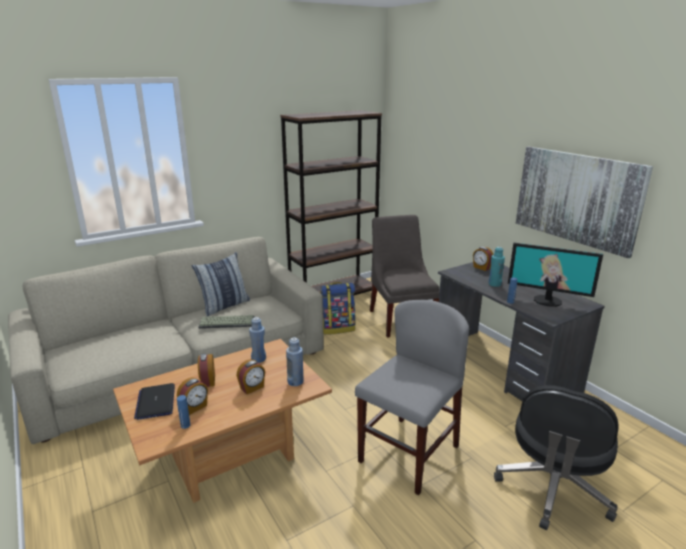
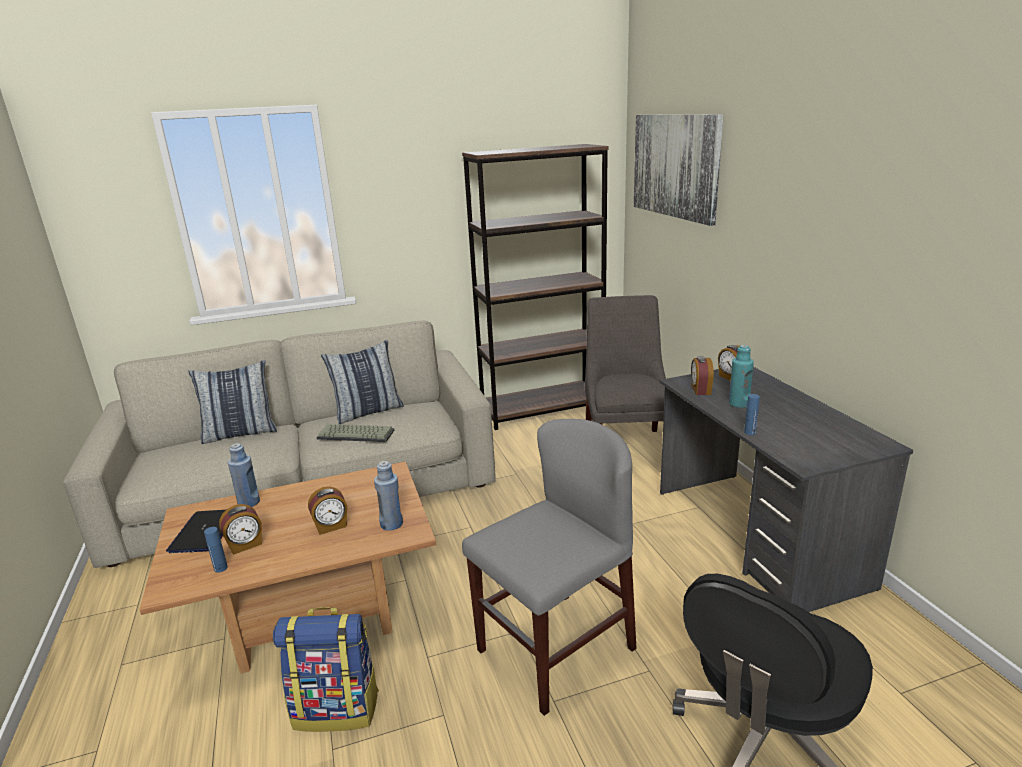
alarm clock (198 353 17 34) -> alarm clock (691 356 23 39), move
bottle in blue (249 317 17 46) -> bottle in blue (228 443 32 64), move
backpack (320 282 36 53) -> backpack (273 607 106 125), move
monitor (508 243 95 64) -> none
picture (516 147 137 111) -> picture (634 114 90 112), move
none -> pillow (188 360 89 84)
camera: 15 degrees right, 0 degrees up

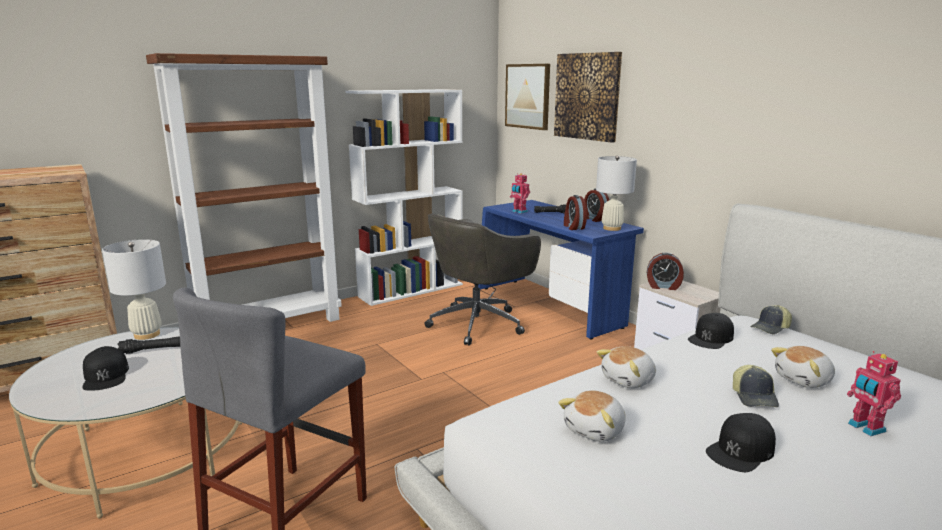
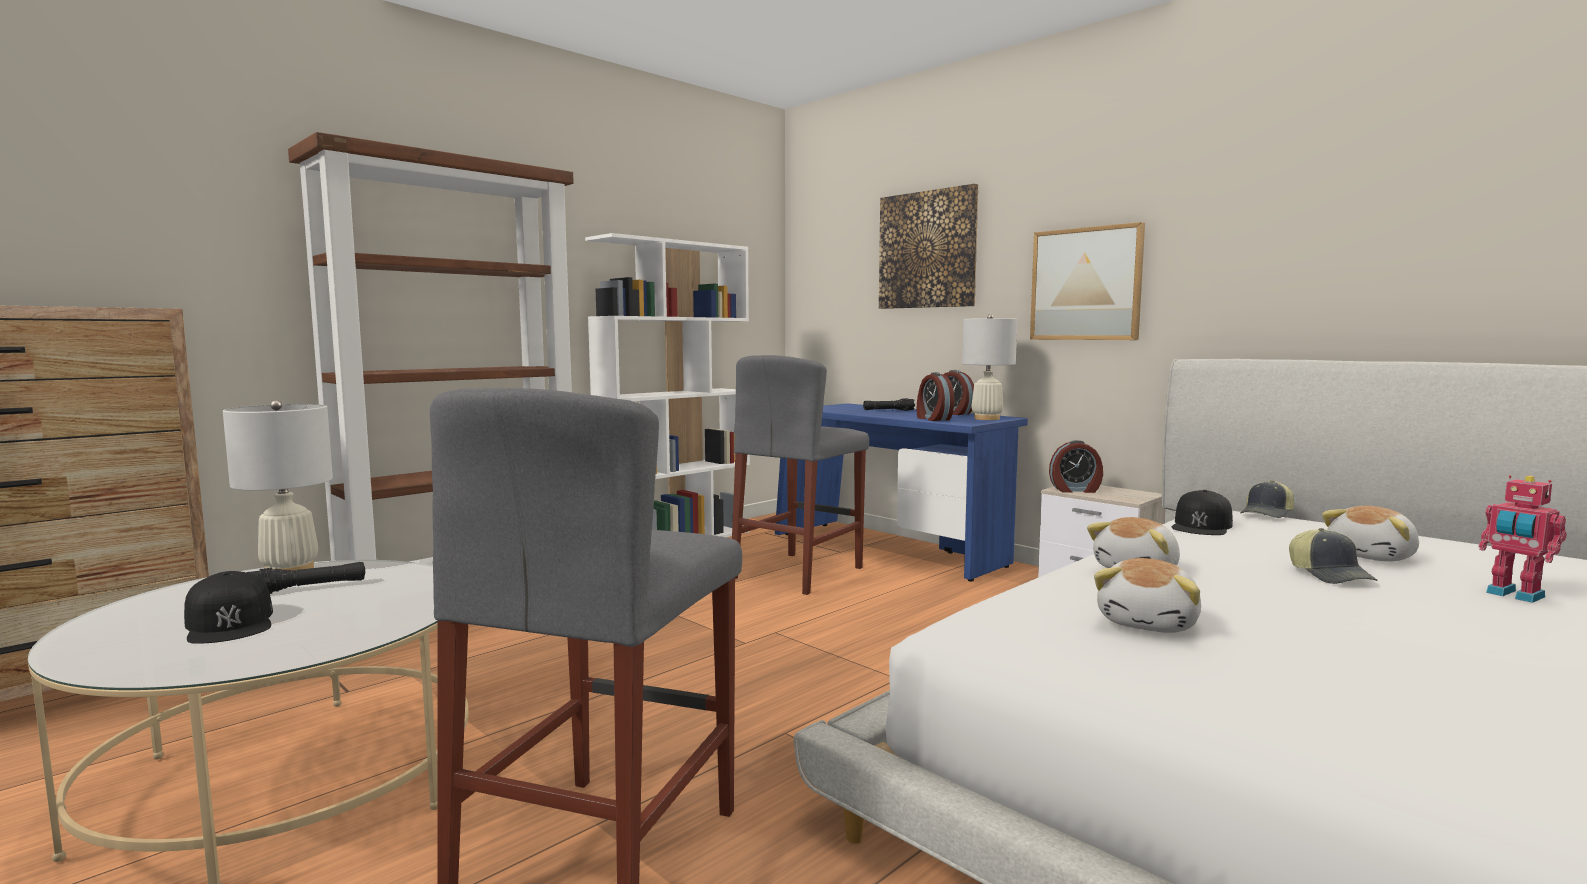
office chair in grey (425 213 116 133) -> stool in grey (732 355 137 240)
picture (505 64 45 66) -> picture (1030 222 115 118), move
toy robot (510 173 20 41) -> none
cap in black (706 413 70 59) -> none
camera: 10 degrees left, 10 degrees down

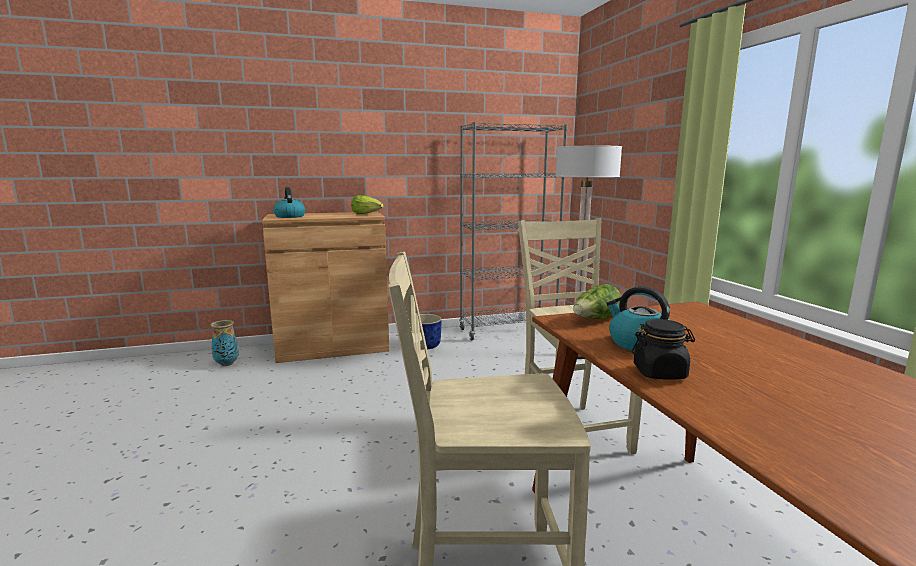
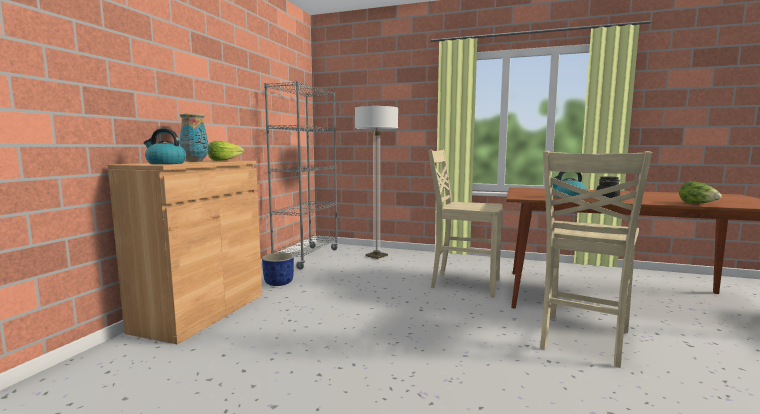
vase (210 320 29 46) -> vase (180 114 29 48), move
lettuce (573 284 49 35) -> lettuce (679 181 43 23), move
camera: 55 degrees left, 5 degrees down

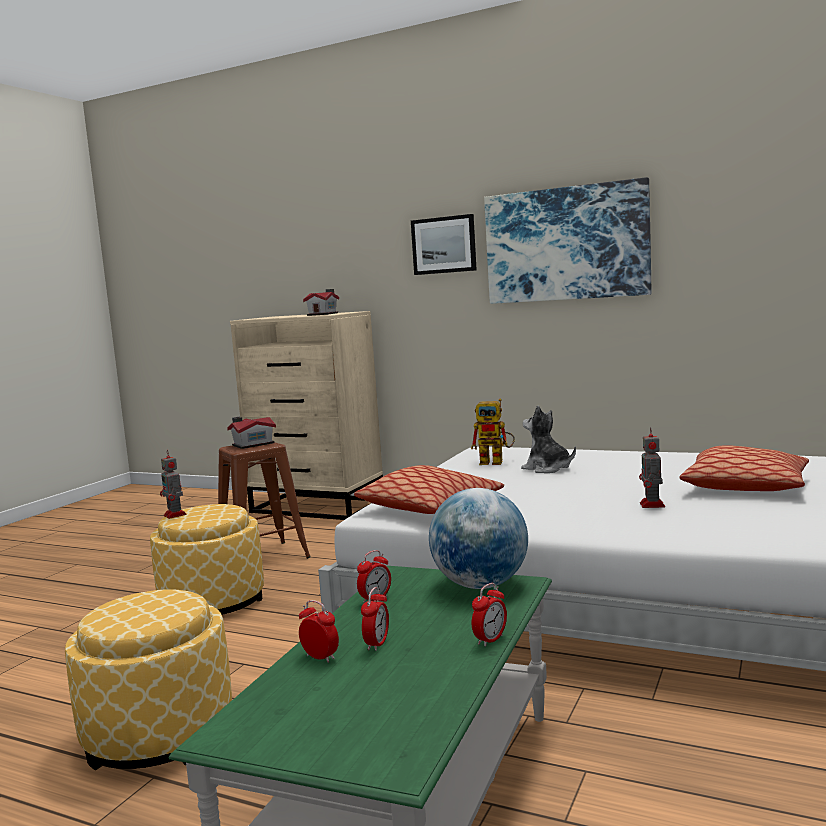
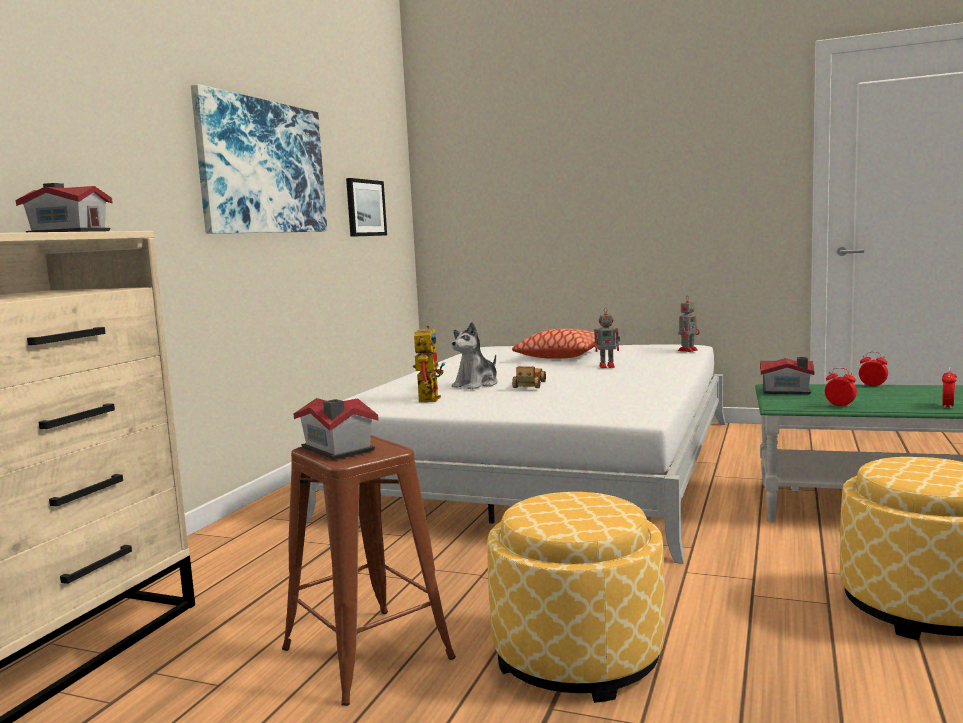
toy robot (160 450 27 69) -> toy robot (678 297 22 55), move
pillow (354 465 150 49) -> none
alarm clock (361 587 28 64) -> none
picture (411 214 66 61) -> picture (346 178 41 59), move
globe (429 488 99 101) -> toy house (760 357 54 37)
none -> toy car (512 366 34 22)
camera: 95 degrees left, 0 degrees up

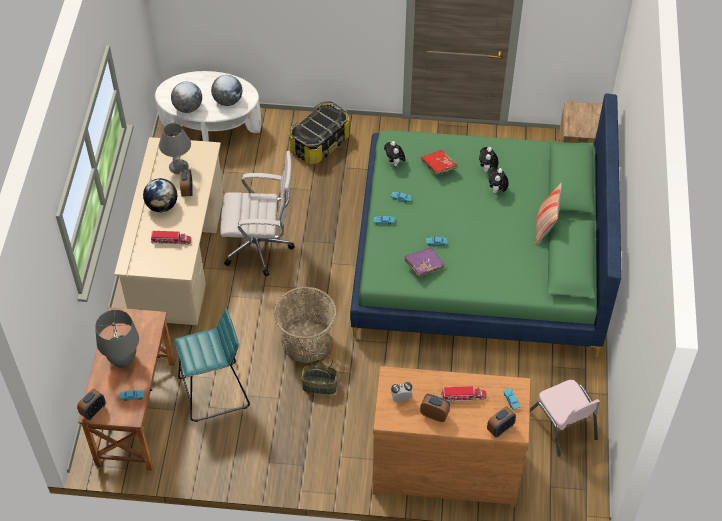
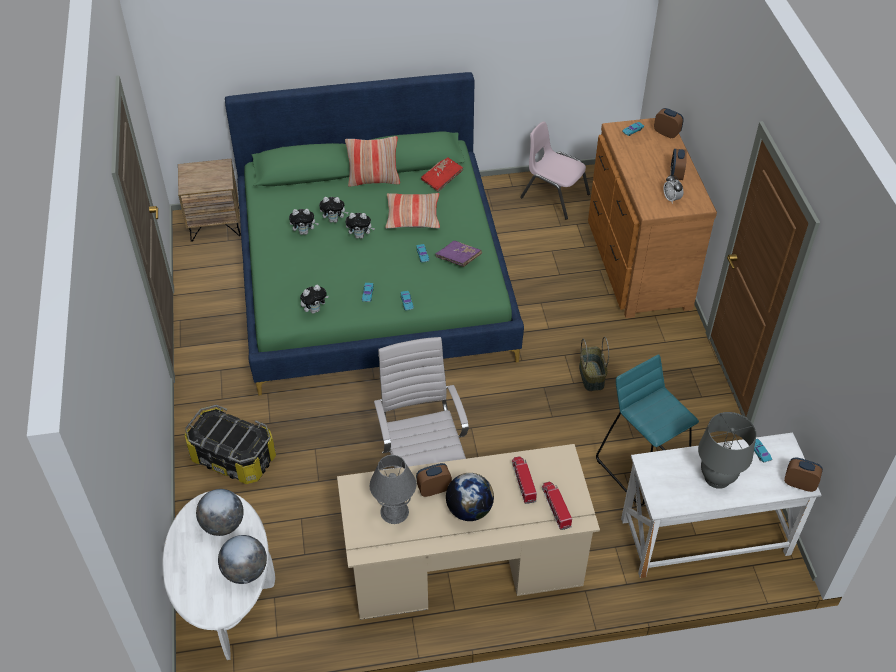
desk in brown (78 307 97 163) -> desk in white (621 432 200 146)
basket (274 287 63 76) -> none
book in red (421 150 37 25) -> book in red (421 157 42 35), move
toy truck (441 386 46 15) -> toy truck (542 482 30 48), move
chair in pink (530 380 70 76) -> chair in pink (520 122 70 98), 105 degrees counterclockwise
none -> plush toy (346 213 29 26)
none -> pillow (385 193 55 36)
camera: 105 degrees left, 5 degrees down

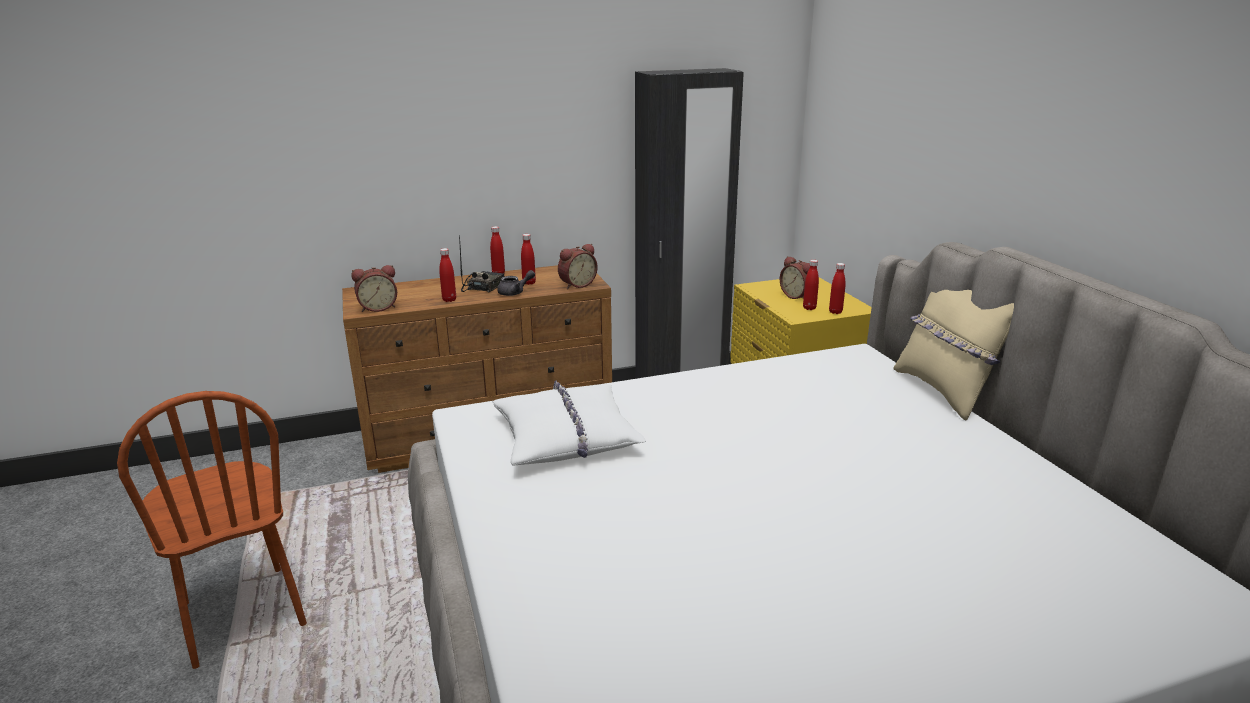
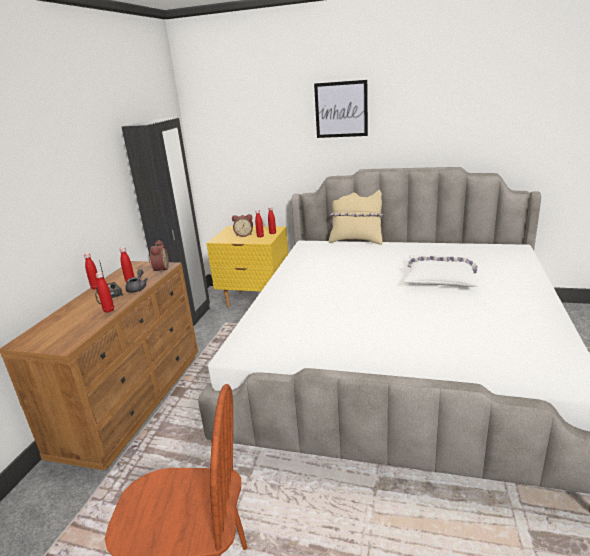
alarm clock (351 265 46 47) -> none
pillow in white (492 380 154 86) -> pillow in white (403 254 75 33), move
none -> picture (314 80 54 58)
camera: 55 degrees left, 0 degrees up

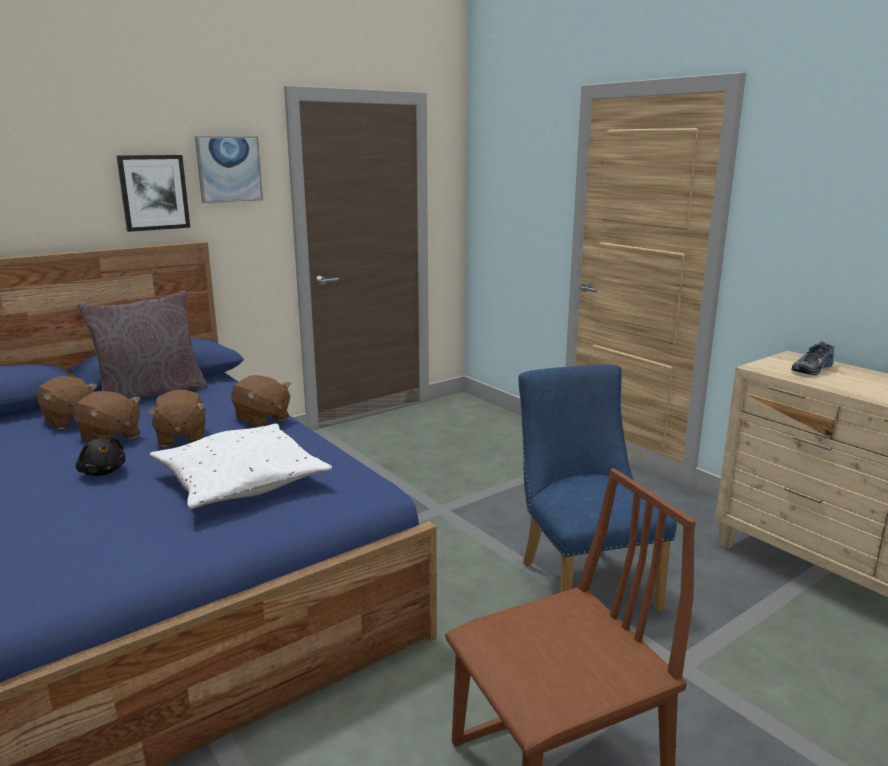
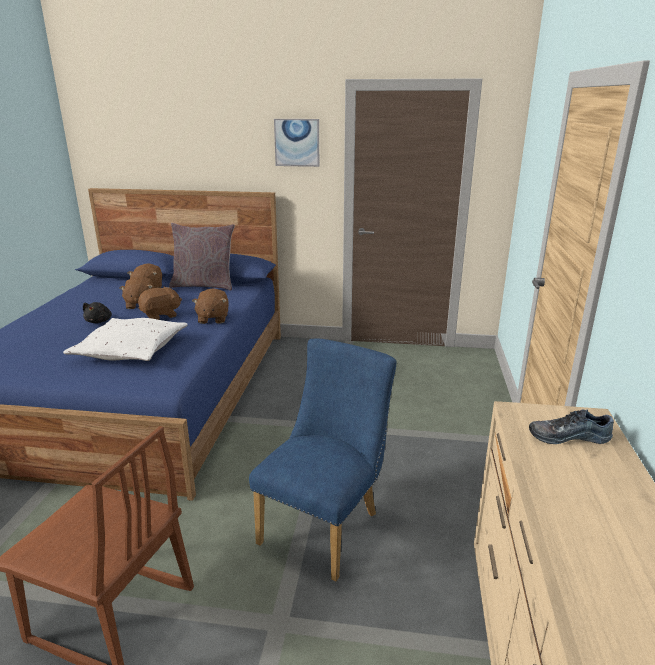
picture (117 155 73 77) -> none
plush toy in brown (147 390 59 57) -> plush toy in brown (138 286 44 34), 150 degrees counterclockwise
camera: 45 degrees right, 5 degrees up

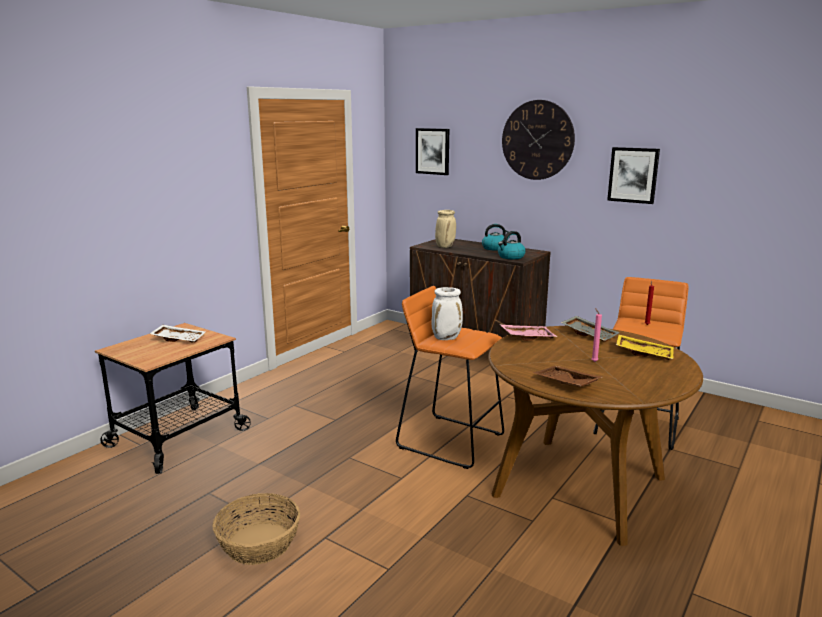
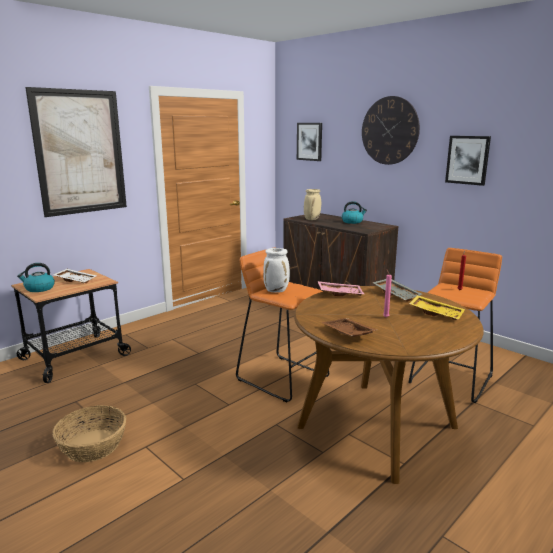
kettle (498 231 28 28) -> kettle (17 263 38 29), move
none -> picture (25 87 102 130)
camera: 10 degrees right, 0 degrees up

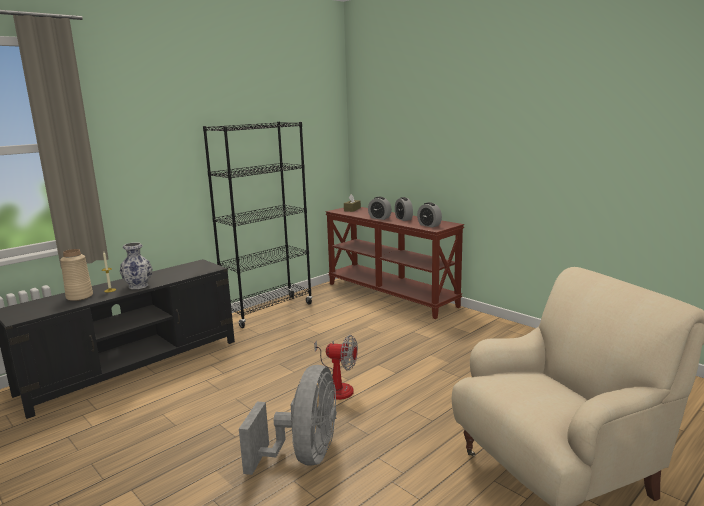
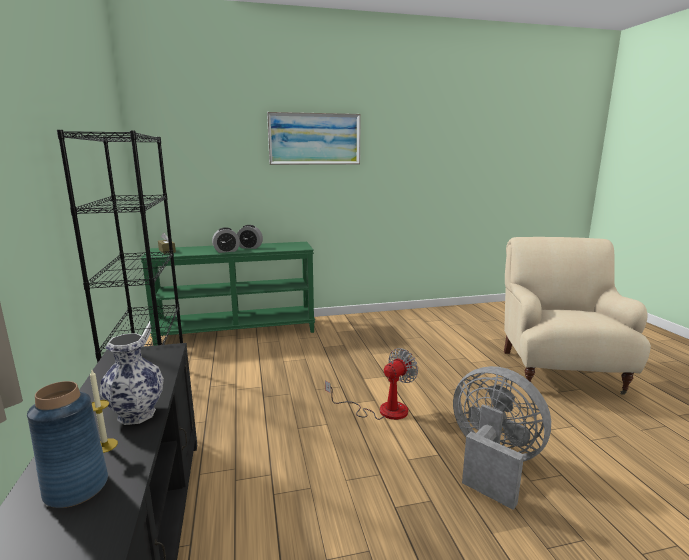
vase in beige (60 249 33 52) -> vase in blue (27 381 81 127)
console table in brown (325 207 139 112) -> console table in green (140 242 175 104)
alarm clock (417 202 25 26) -> none
none -> picture (267 112 94 53)
camera: 60 degrees left, 0 degrees up

